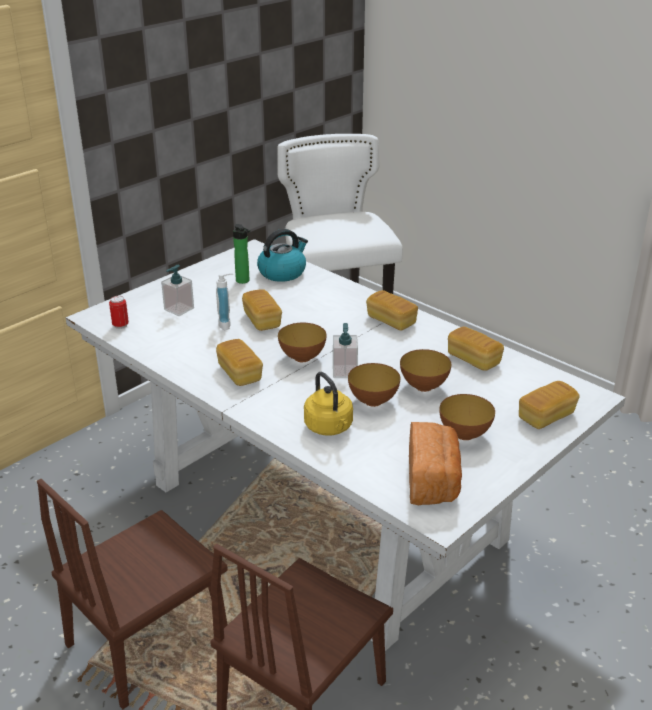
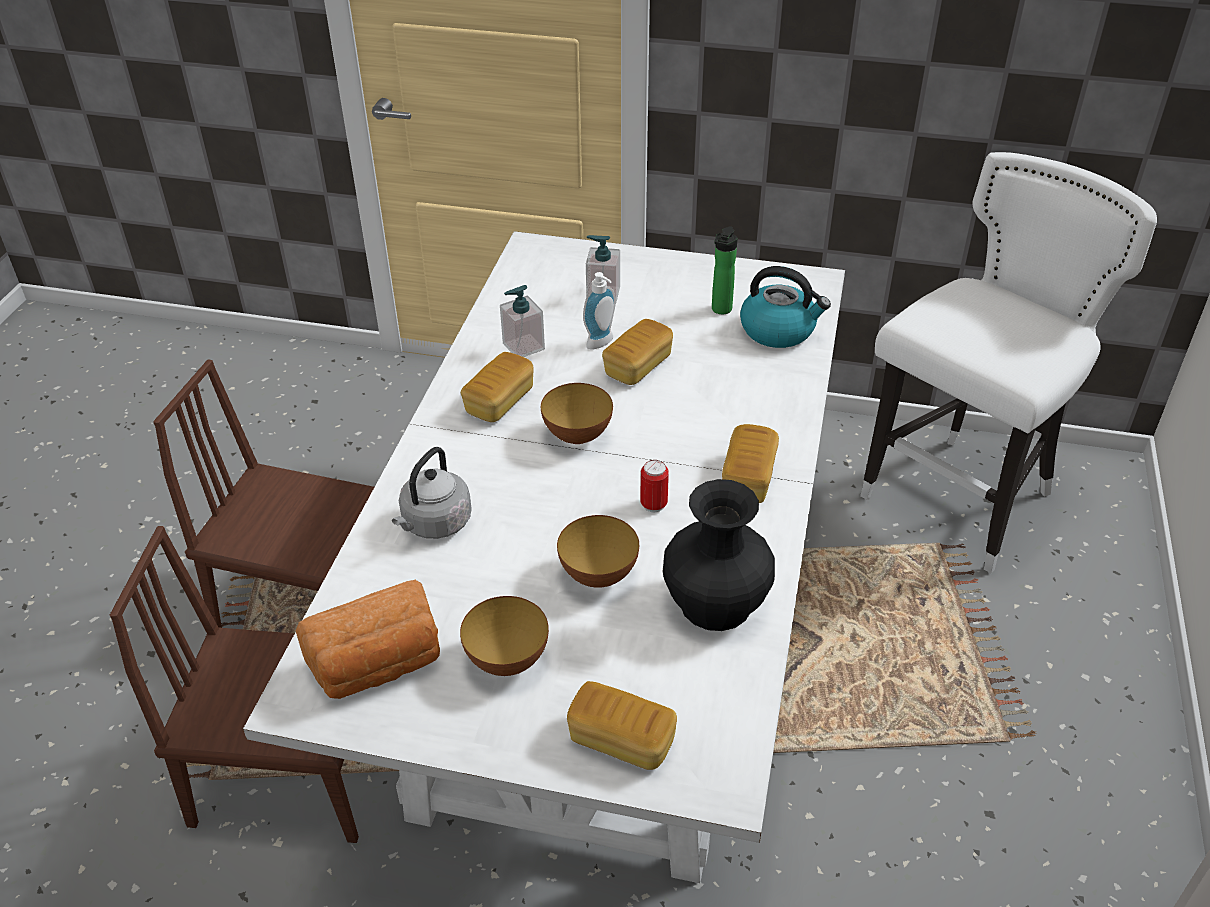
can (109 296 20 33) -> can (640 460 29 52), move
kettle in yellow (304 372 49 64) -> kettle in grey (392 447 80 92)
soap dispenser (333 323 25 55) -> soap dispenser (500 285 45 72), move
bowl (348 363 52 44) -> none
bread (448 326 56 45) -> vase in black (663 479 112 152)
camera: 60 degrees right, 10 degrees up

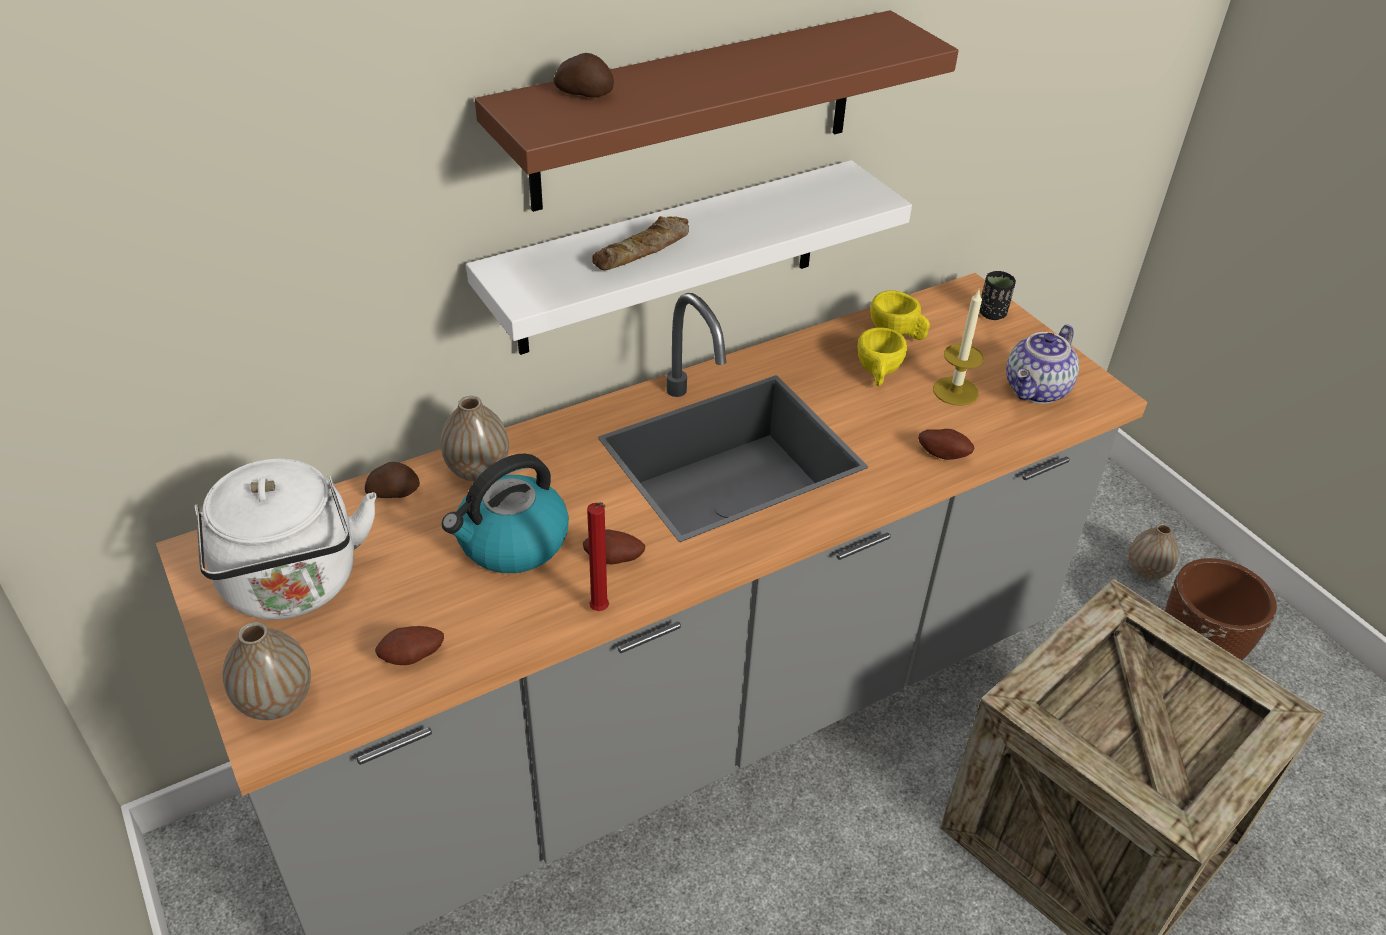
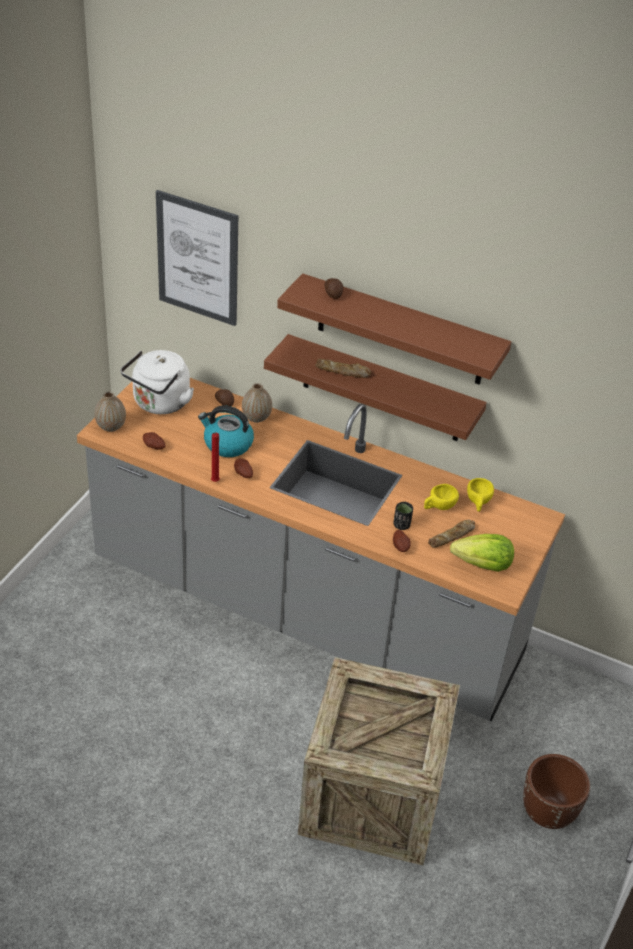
shelf in white (466 160 446 195) -> shelf in brown (264 334 223 107)
candle (933 290 51 116) -> bread (428 520 47 28)
cup in black (979 271 37 49) -> cup in black (394 502 19 28), move
teapot (1006 325 73 79) -> lettuce (450 534 64 38)
vase (1128 523 51 57) -> none
none -> picture (156 190 82 136)
camera: 55 degrees right, 0 degrees up

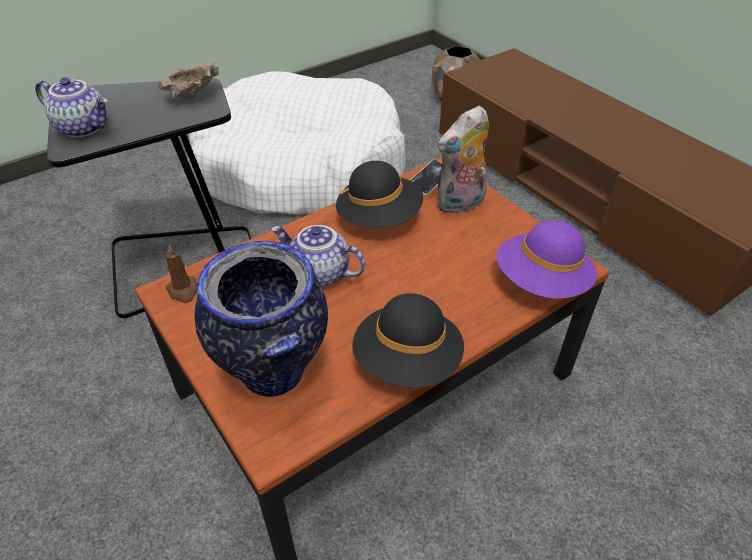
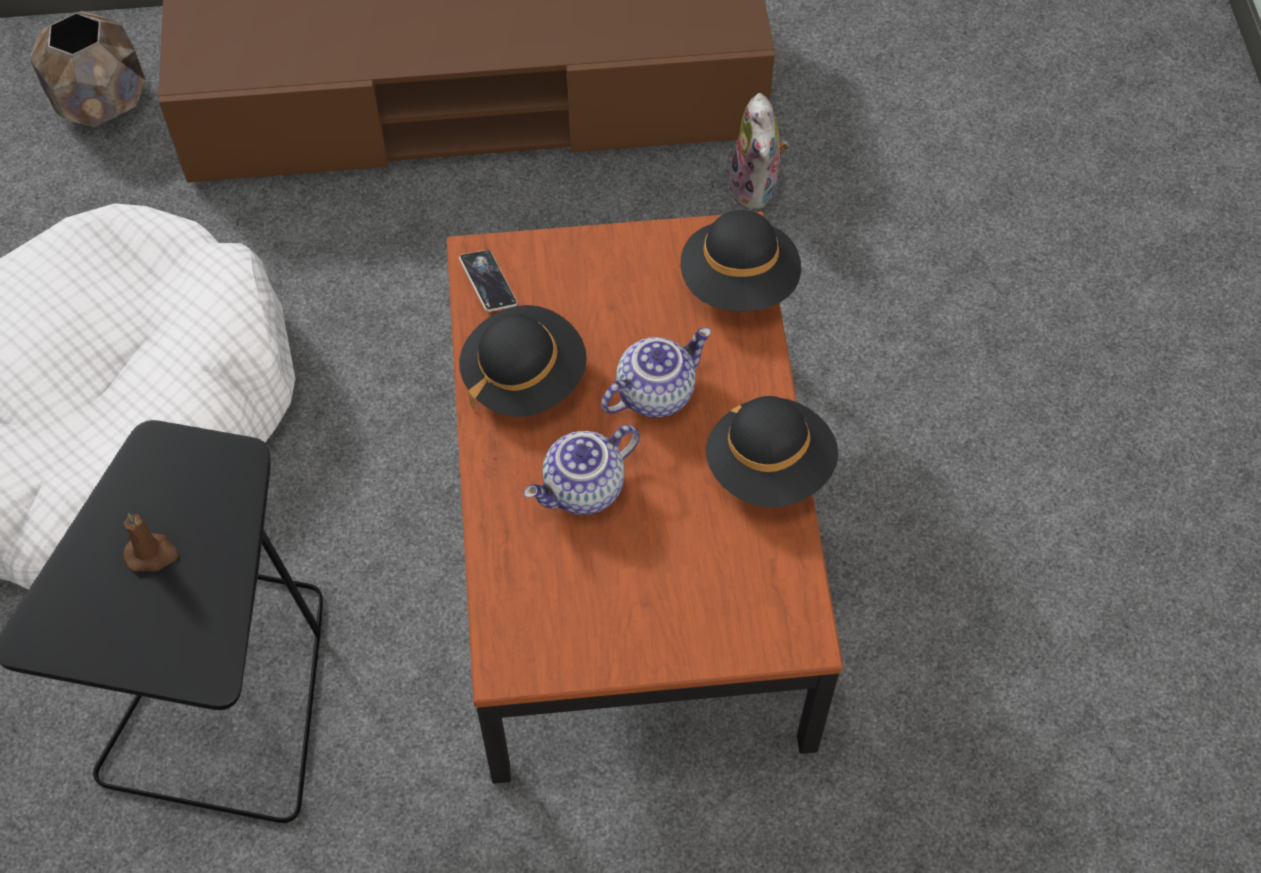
teapot (35 77 73 60) -> teapot (601 327 110 90), move
bowl in beige (158 62 61 37) -> none
candle in brown (166 245 31 58) -> candle in brown (123 513 56 59), move
vase (194 241 134 156) -> none
plush toy (437 105 52 109) -> plush toy (728 93 61 117), move
hat in purple (496 220 101 79) -> hat in black (681 210 120 101)
camera: 60 degrees left, 15 degrees up

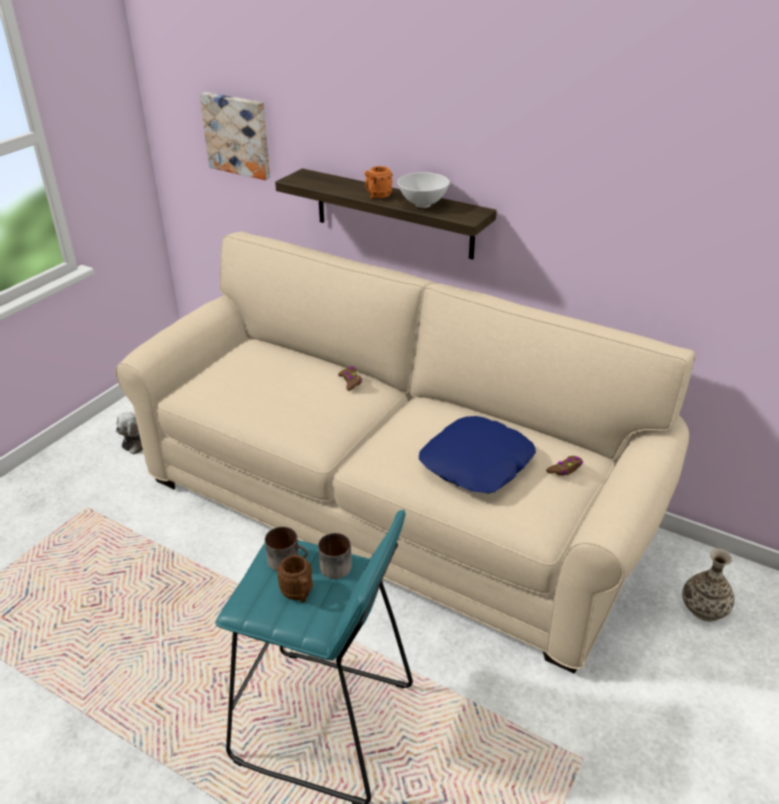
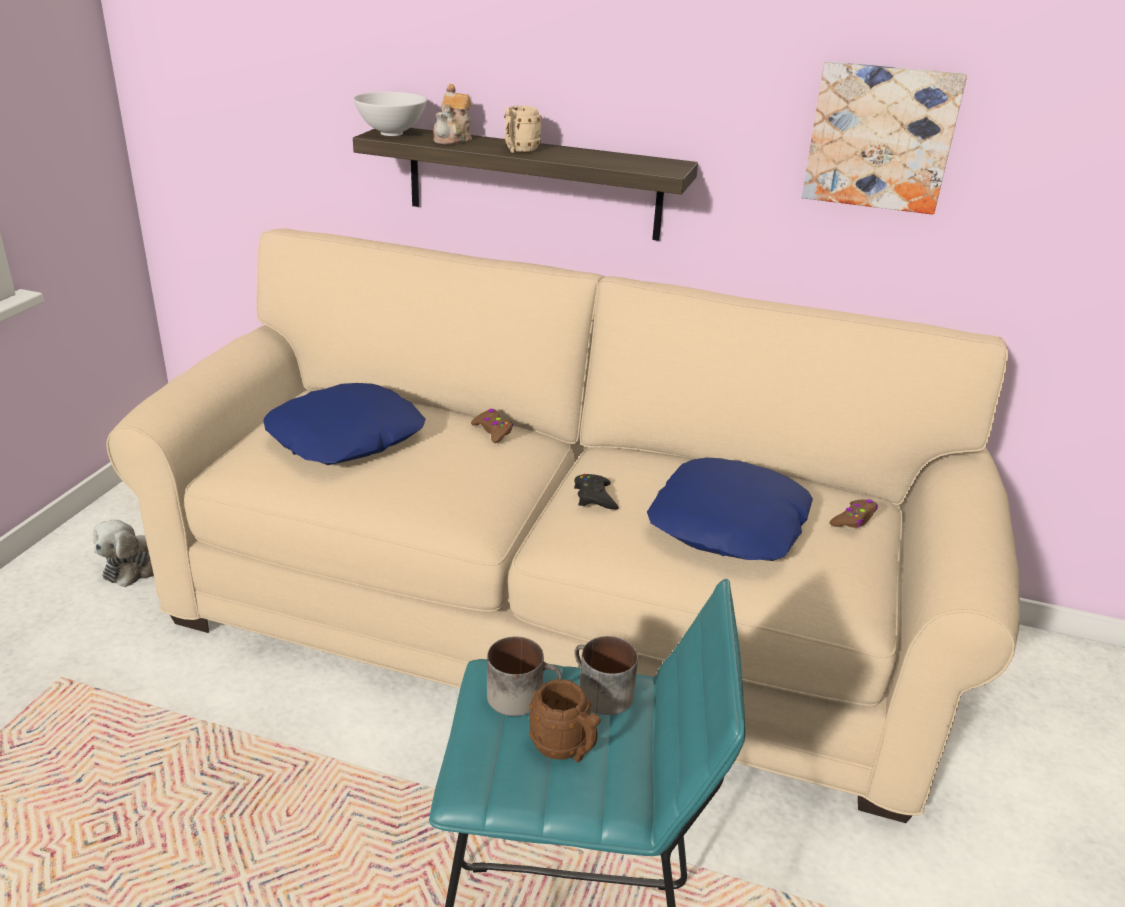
picture (199 92 71 88) -> picture (802 61 165 154), move
mug in orange (364 166 29 33) -> mug in beige (504 105 38 48)
bowl in white (397 172 53 36) -> bowl in white (353 92 74 44), move
vase (682 549 52 72) -> none
none -> pillow in blue (263 383 162 82)
none -> teapot (433 84 39 60)
none -> game controller in black (574 474 45 36)
camera: 15 degrees left, 5 degrees down

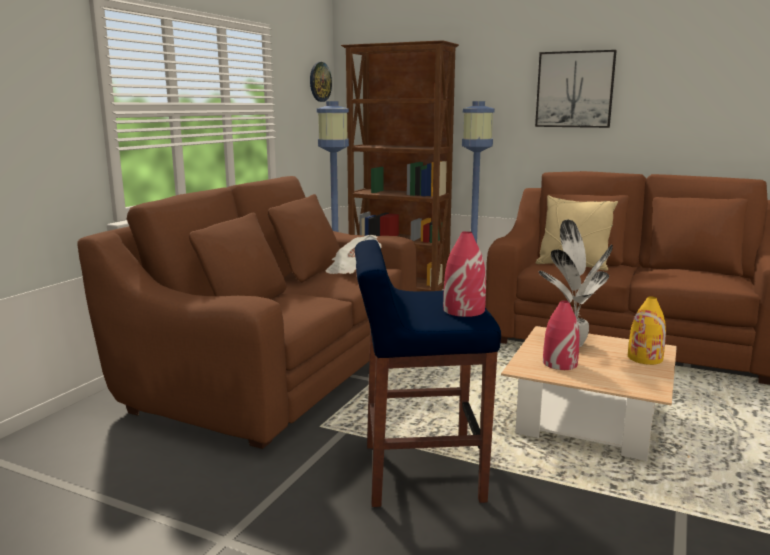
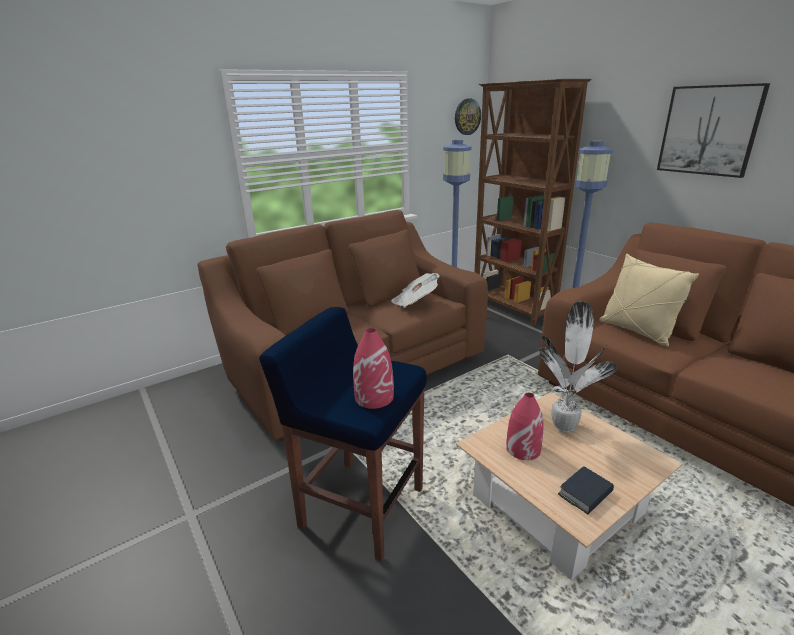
vase in yellow (628 296 38 69) -> none
none -> book (558 466 56 49)
camera: 30 degrees right, 10 degrees up

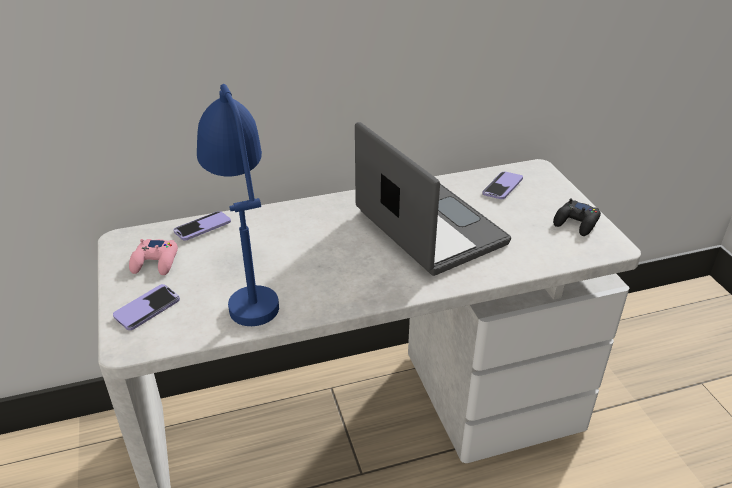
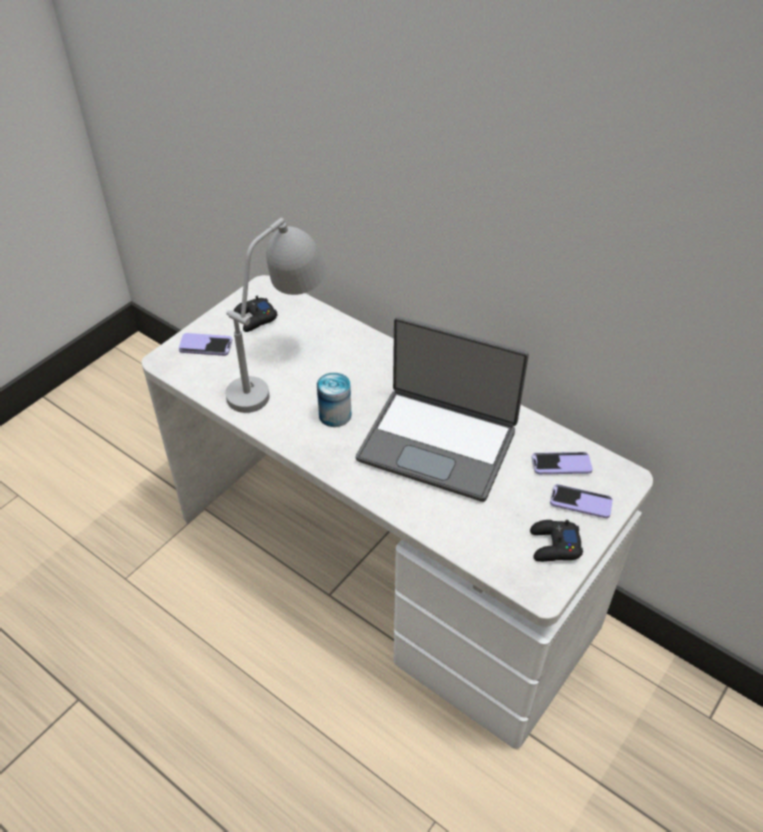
game controller in pink (129 239 49 36) -> game controller in black (233 296 45 36)
phone (173 211 58 30) -> phone (550 484 63 34), move
table lamp in blue (197 84 82 242) -> table lamp in grey (226 218 100 195)
laptop (355 122 156 154) -> laptop (356 316 173 186), 90 degrees clockwise
none -> can (317 372 35 55)
camera: 55 degrees right, 10 degrees up

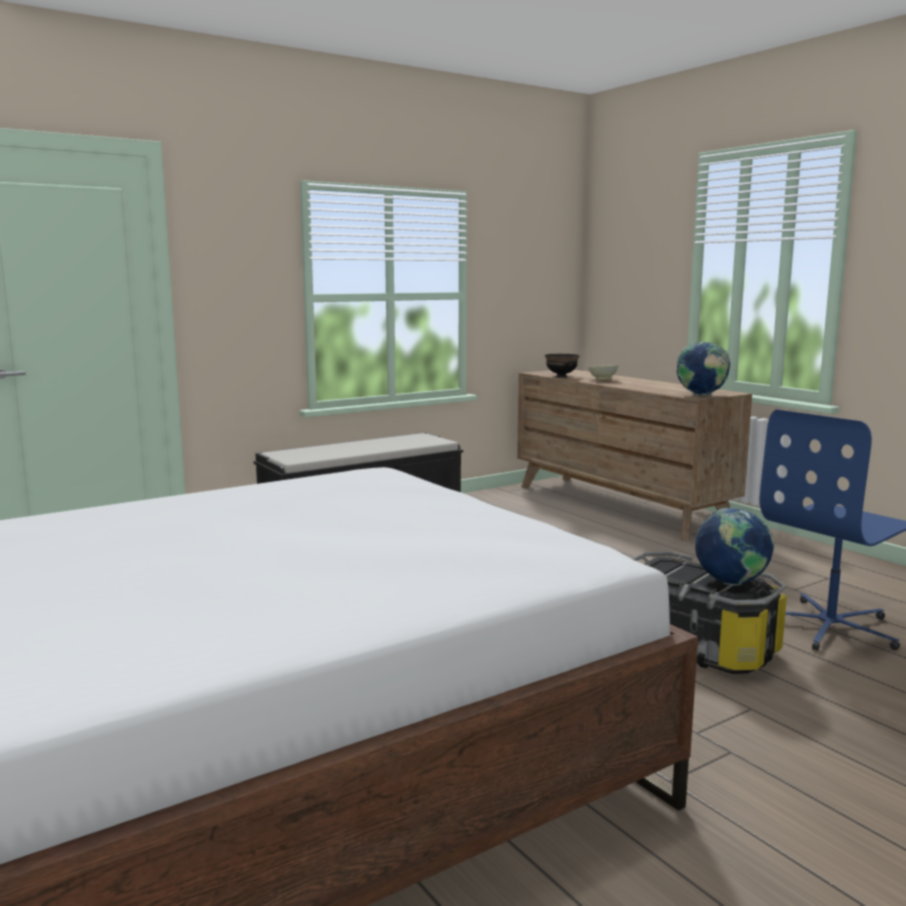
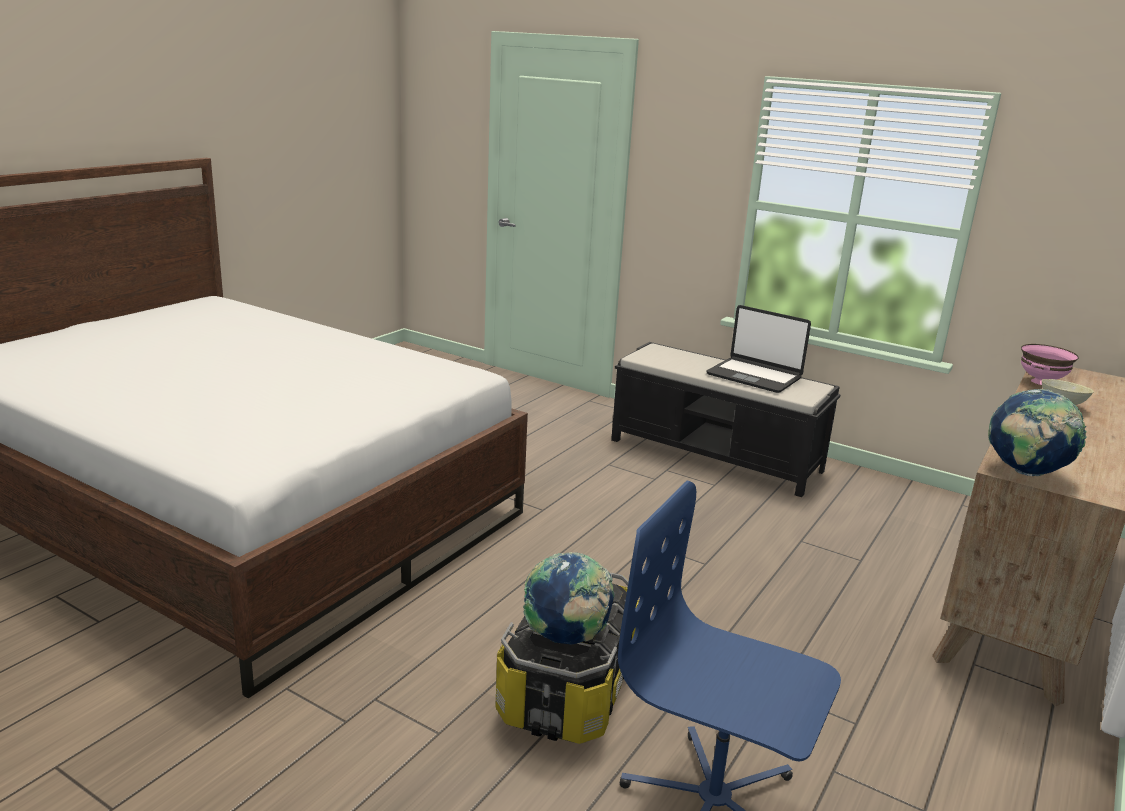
bowl in black (545 354 35 24) -> bowl in pink (1021 344 58 41)
none -> laptop (706 305 105 88)
camera: 65 degrees right, 10 degrees up

